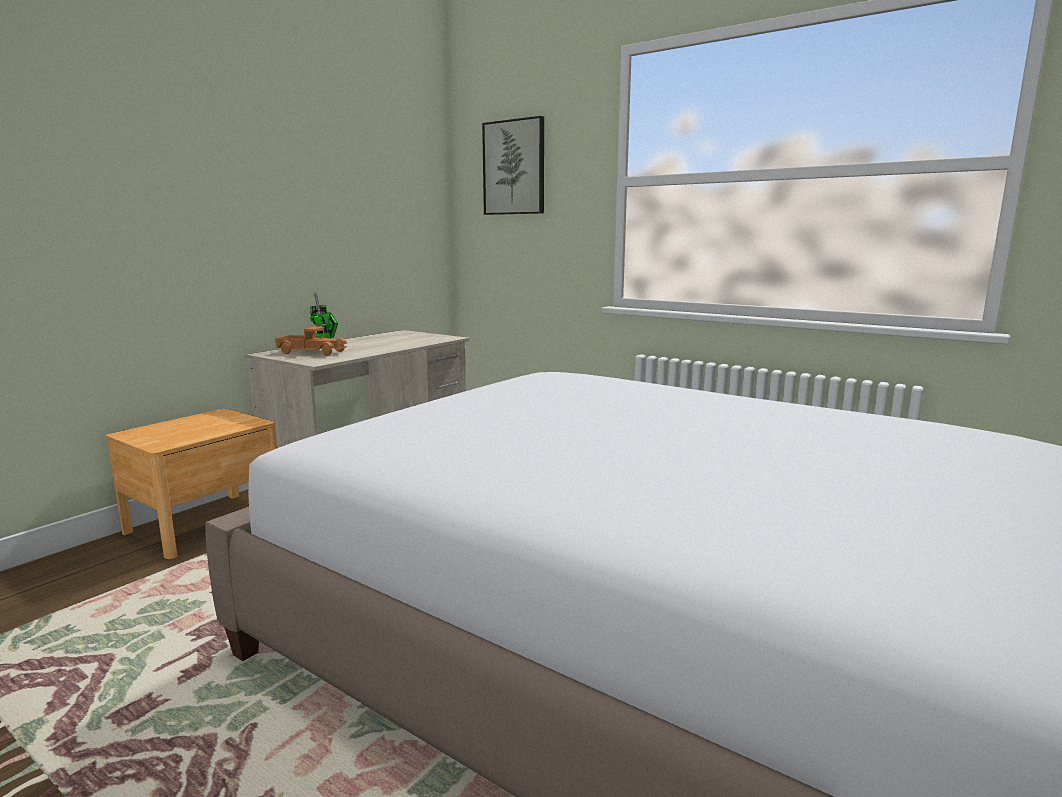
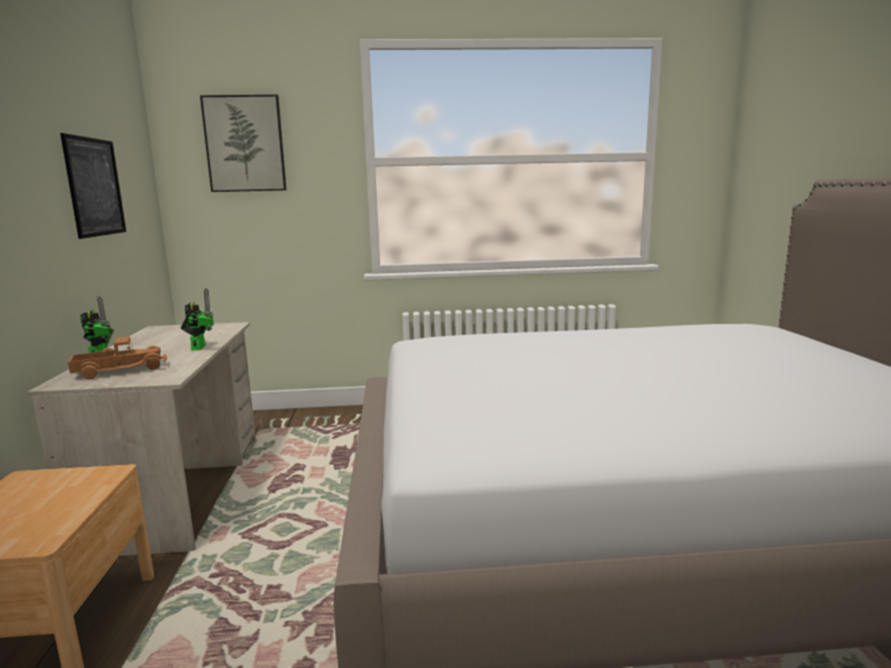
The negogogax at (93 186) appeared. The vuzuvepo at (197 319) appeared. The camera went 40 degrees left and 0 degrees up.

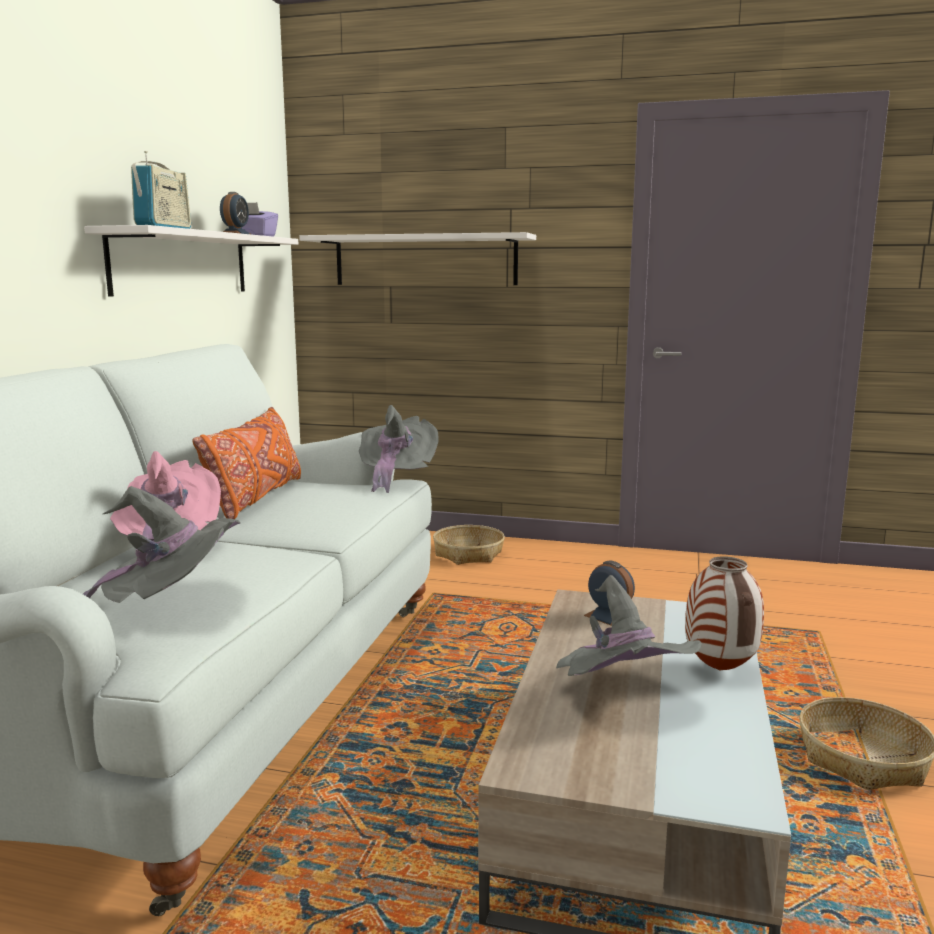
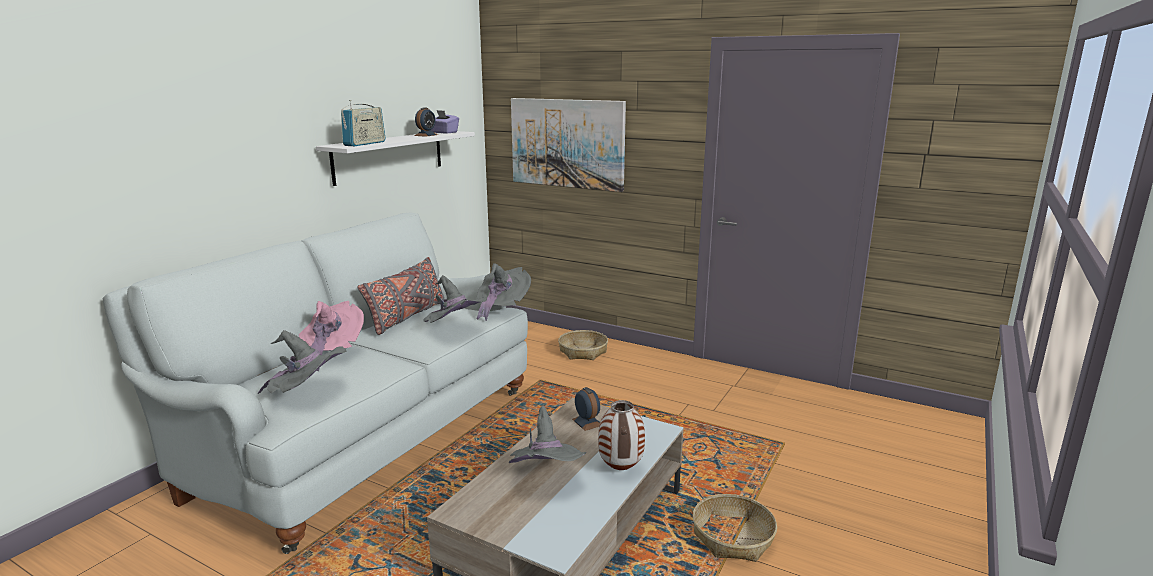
The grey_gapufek at (455 299) appeared. The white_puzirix at (417 258) was replaced by the negogogax at (568 145). The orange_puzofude at (246 463) became the grey_puzofude at (401 296). The camera went 15 degrees right and 5 degrees up.

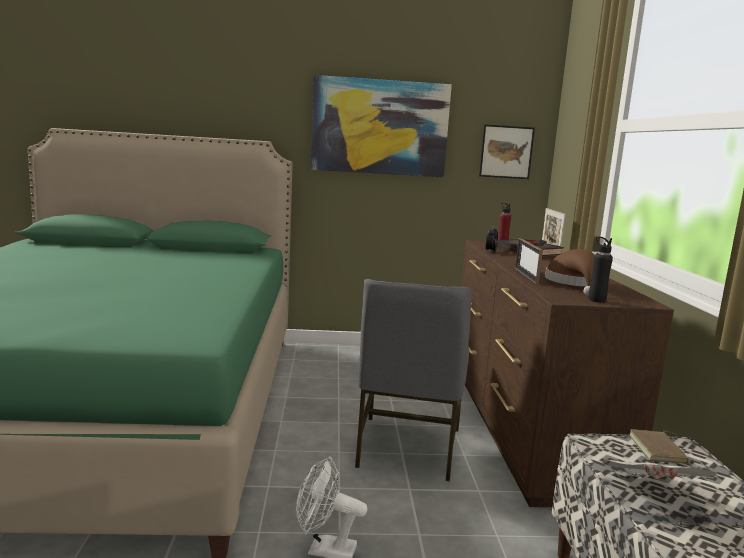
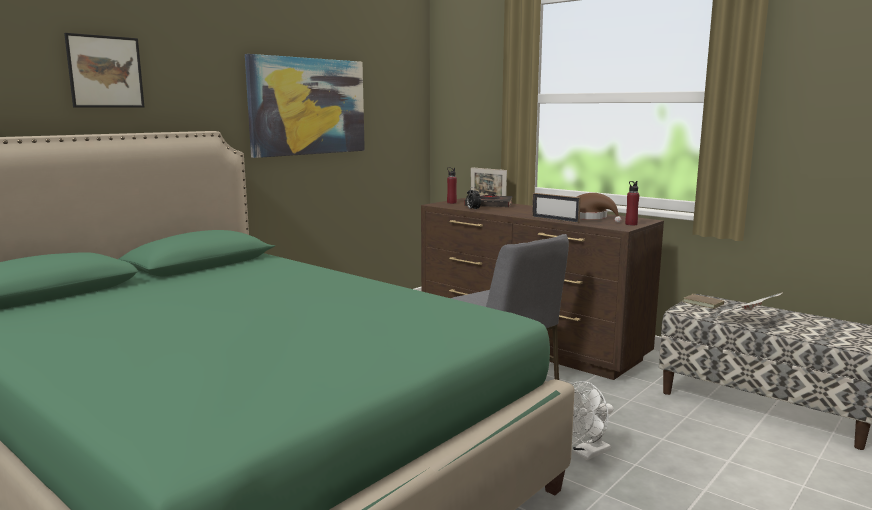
The negogogax moved from (507 151) to (104 70). The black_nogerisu at (600 270) became the red_nogerisu at (632 203). The camera went 45 degrees left and 0 degrees up.

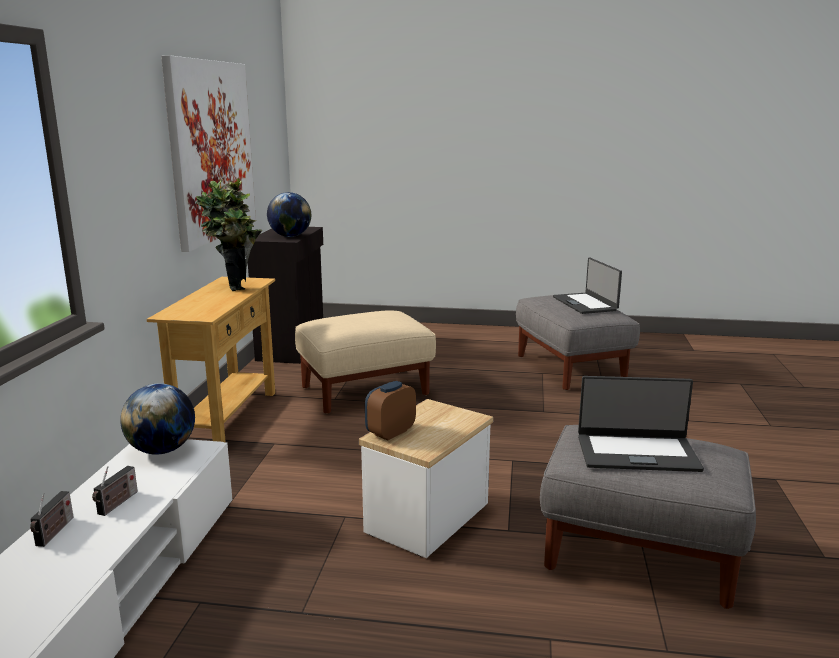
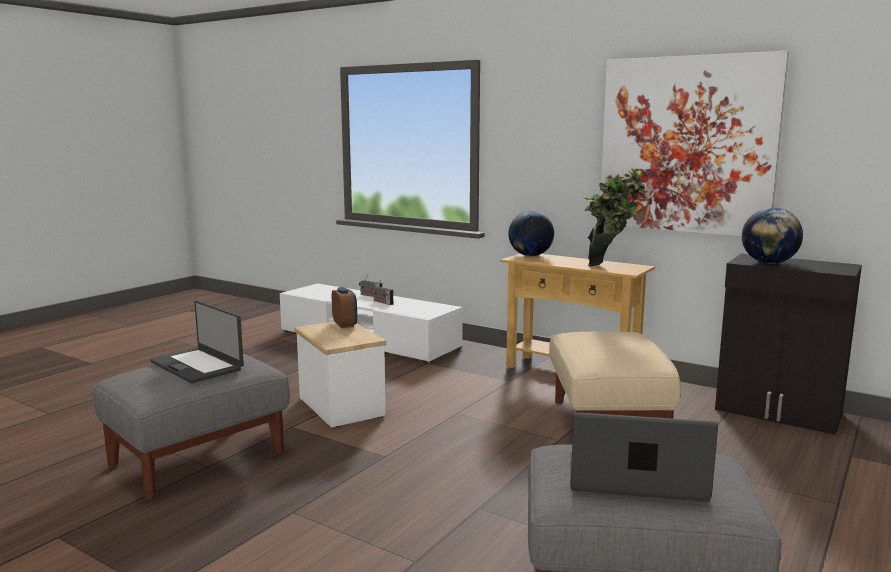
The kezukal moved from (157 419) to (531 233). The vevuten at (641 424) turned 75 degrees counterclockwise. The camera went 115 degrees right and 5 degrees down.

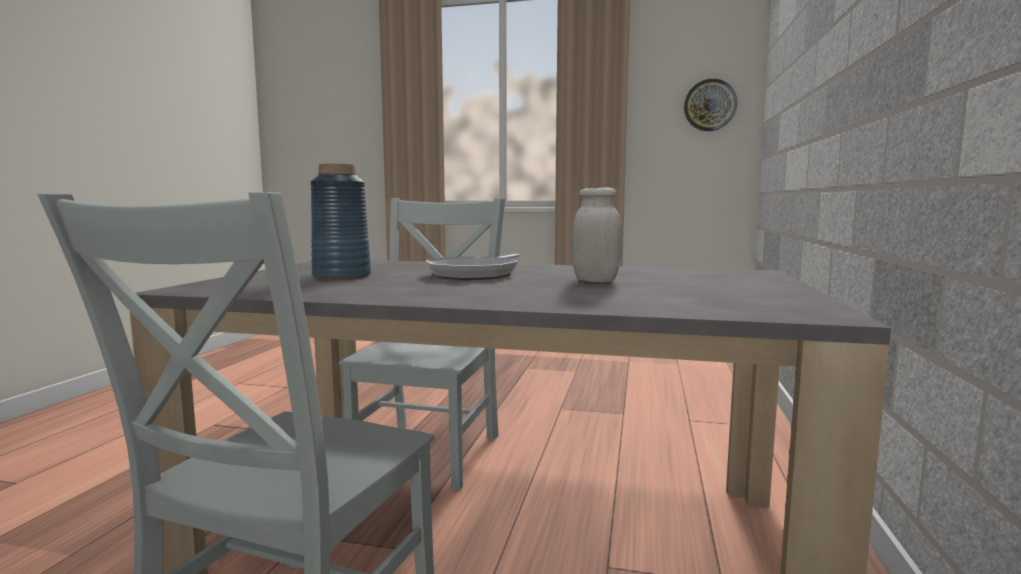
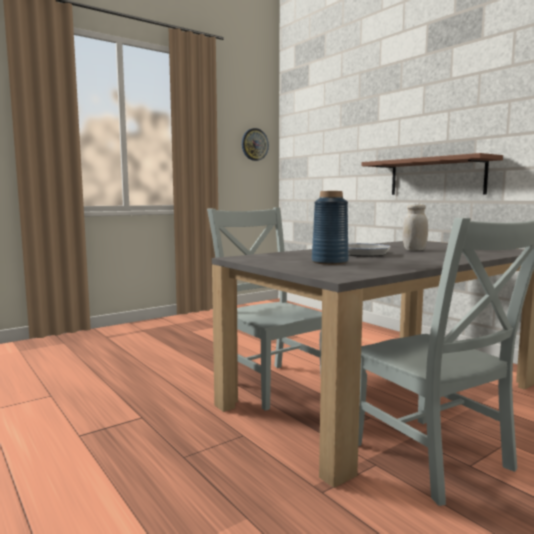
The brown_puzirix at (432 174) appeared. The camera went 50 degrees left and 0 degrees up.

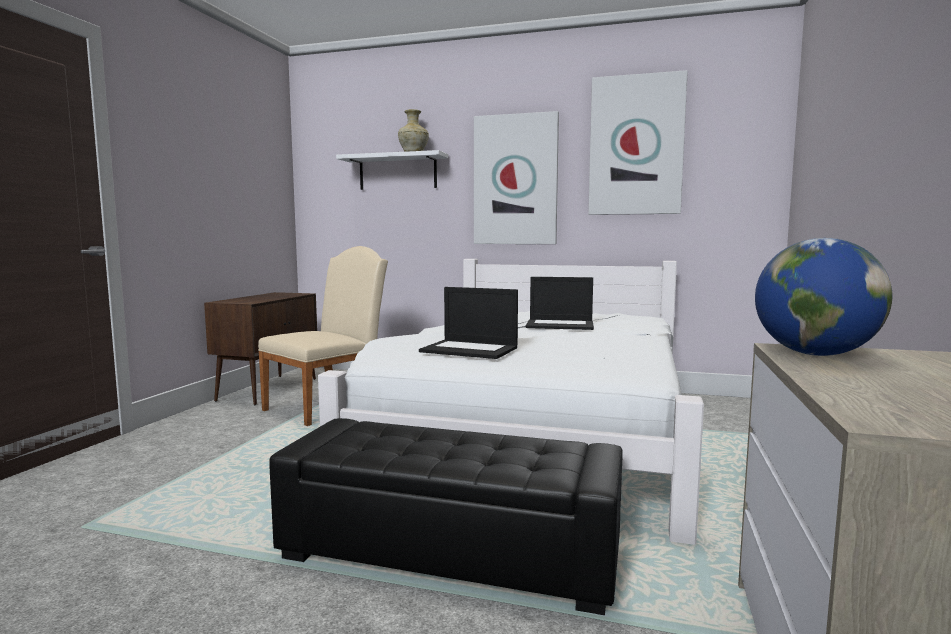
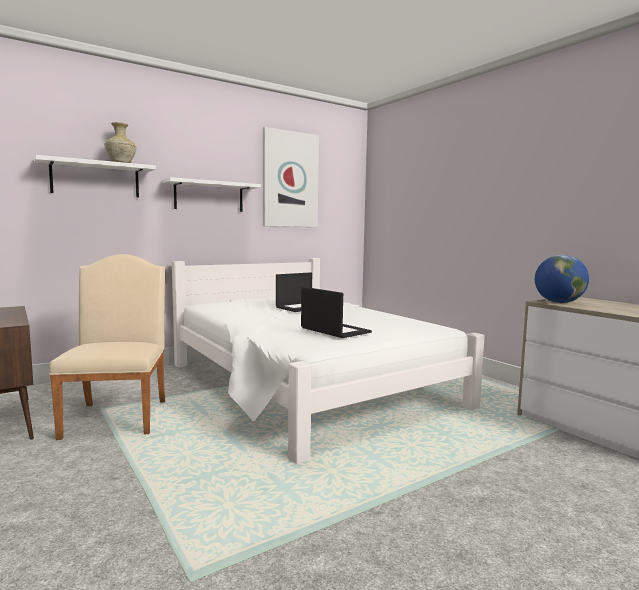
The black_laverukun at (446 516) disappeared. The negogogax at (516 177) was replaced by the white_puzirix at (212 194). The vevuten at (468 323) turned 105 degrees counterclockwise. The camera went 50 degrees left and 0 degrees up.

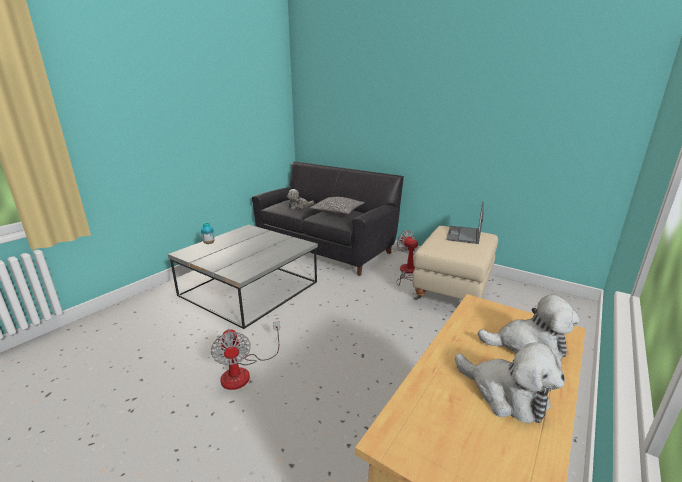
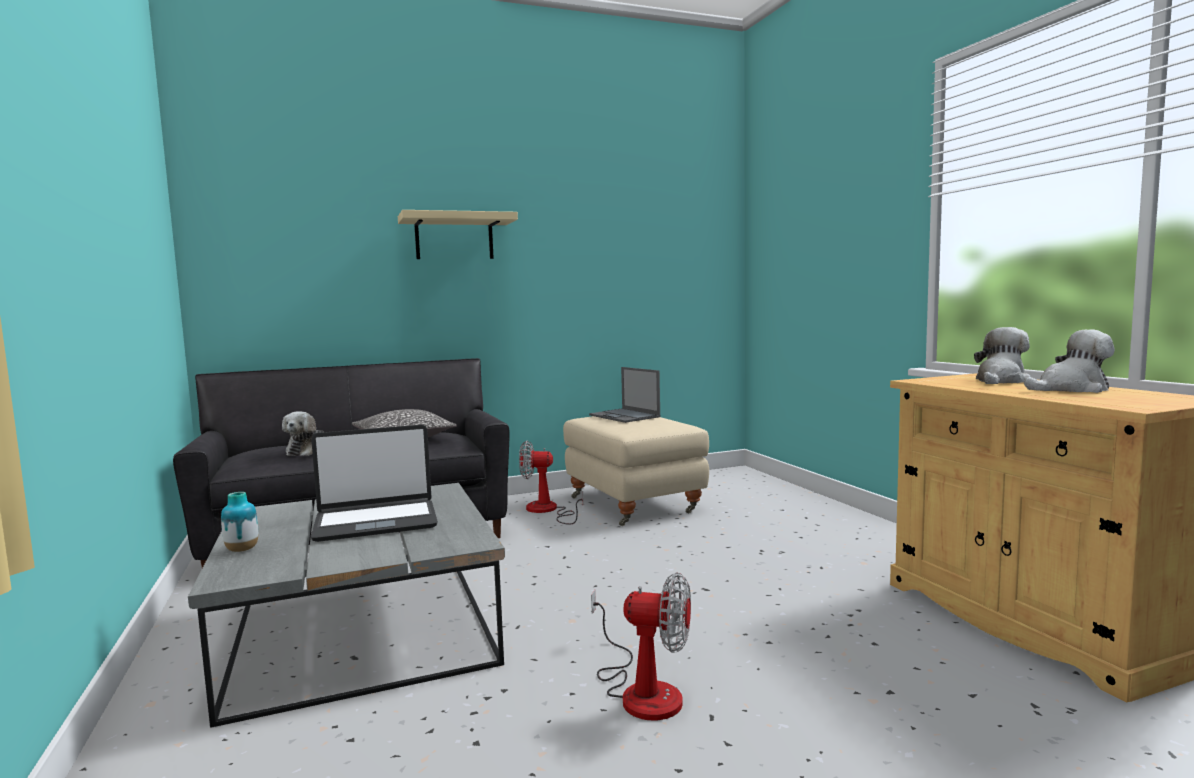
The vevuten at (374 483) appeared. The beige_puzirix at (458 234) appeared. The camera went 55 degrees left and 15 degrees down.

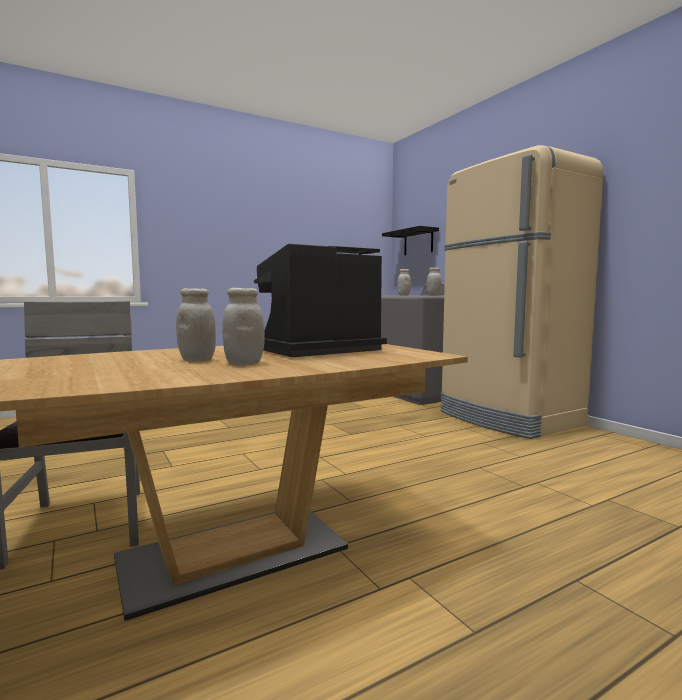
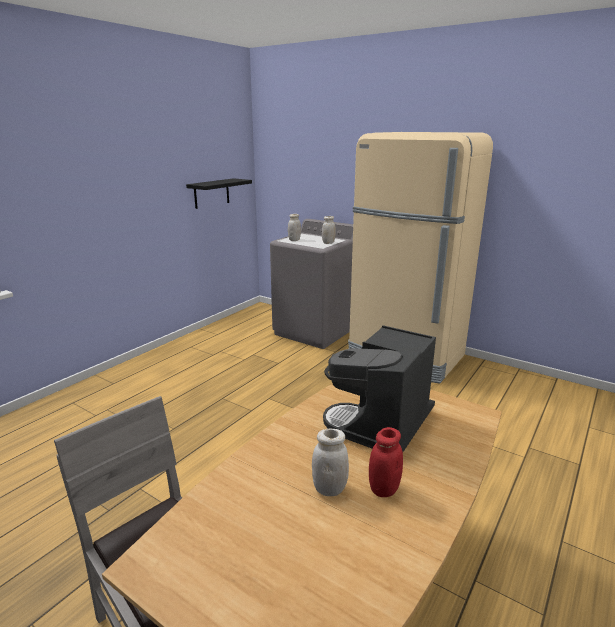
The black_puzirix at (410 240) disappeared. The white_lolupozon at (243 326) became the red_lolupozon at (386 462). The camera went 25 degrees left and 15 degrees up.

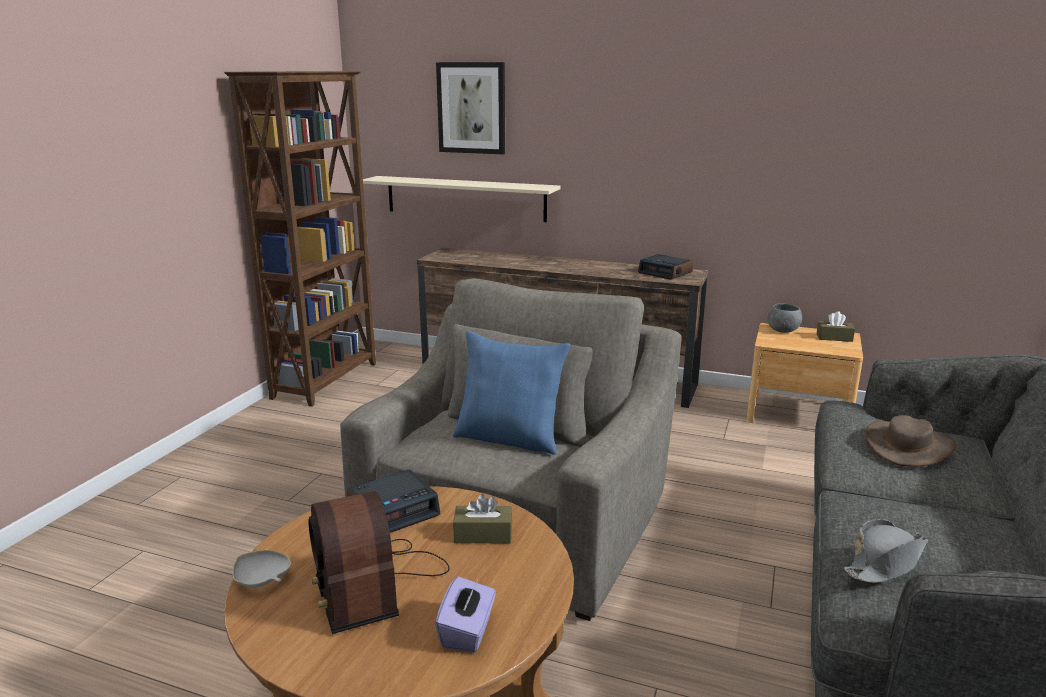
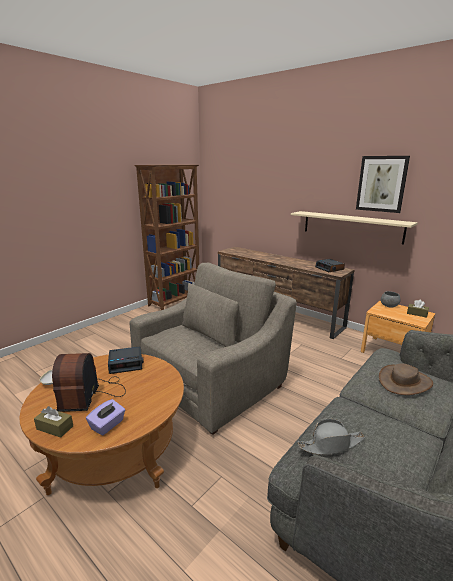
The blue_puzofude at (511 393) disappeared. The beige_puzirix moved from (461 199) to (354 227). The negogogax moved from (470 108) to (383 184). The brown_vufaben moved from (482 518) to (53 422). The camera went 20 degrees right and 0 degrees up.

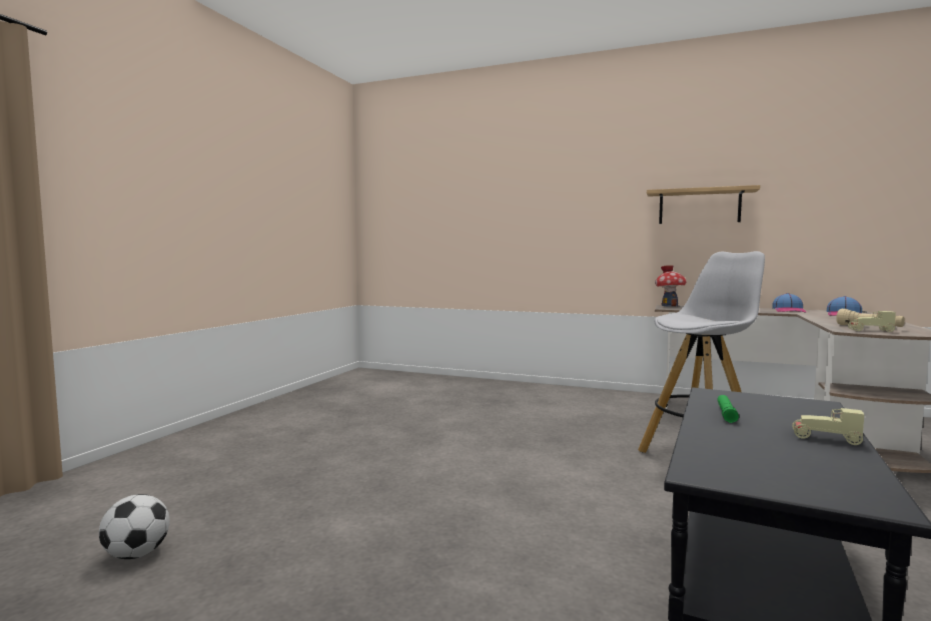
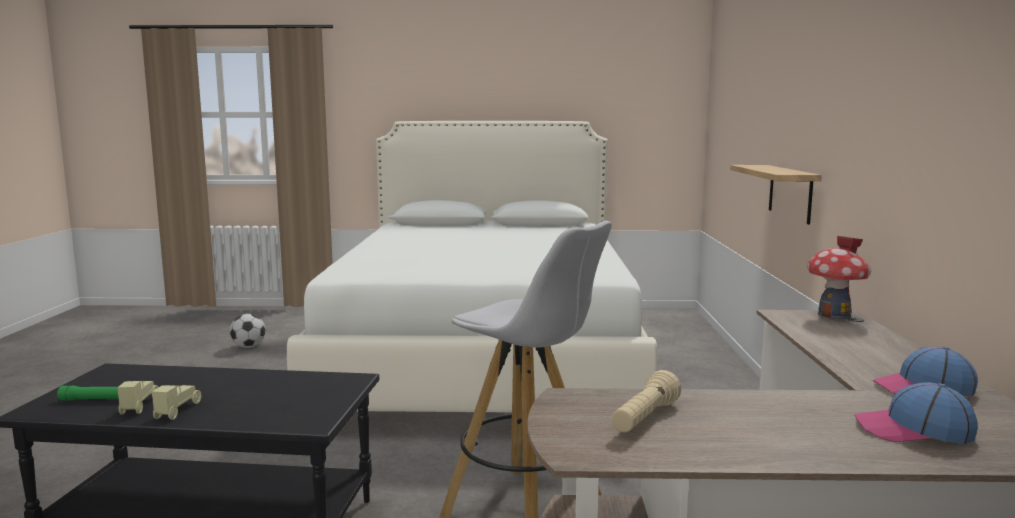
The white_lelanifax at (472 266) appeared. The puzirix moved from (703 204) to (776 195). The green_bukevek moved from (728 409) to (88 393). The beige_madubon moved from (872 321) to (138 398). The camera went 70 degrees right and 5 degrees up.

